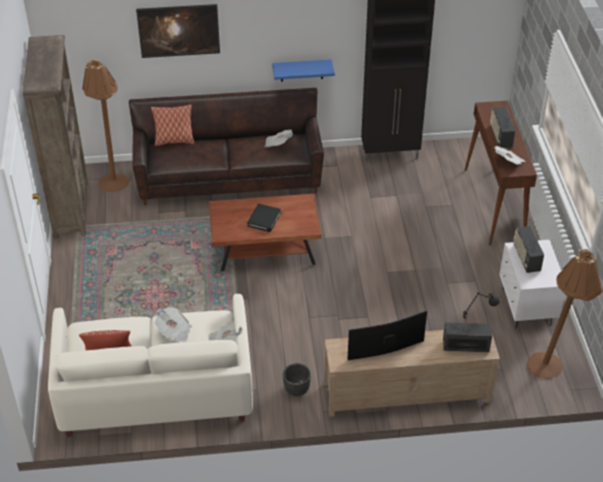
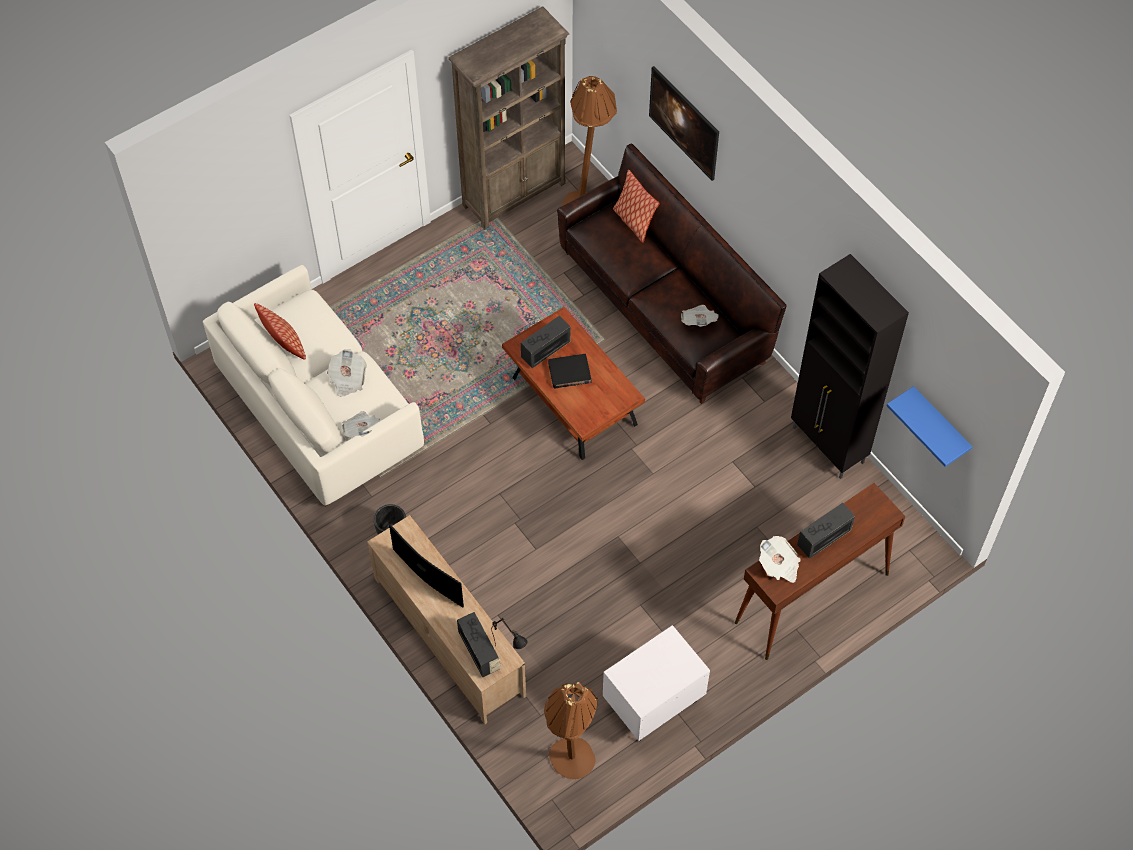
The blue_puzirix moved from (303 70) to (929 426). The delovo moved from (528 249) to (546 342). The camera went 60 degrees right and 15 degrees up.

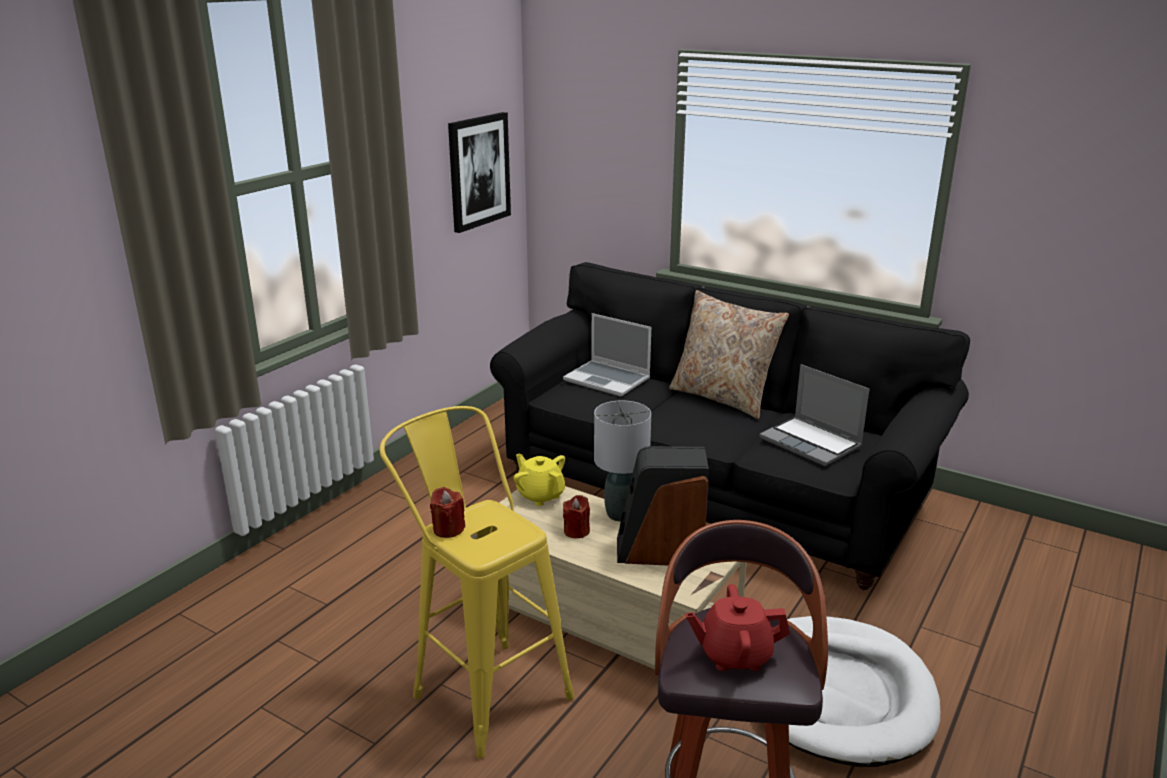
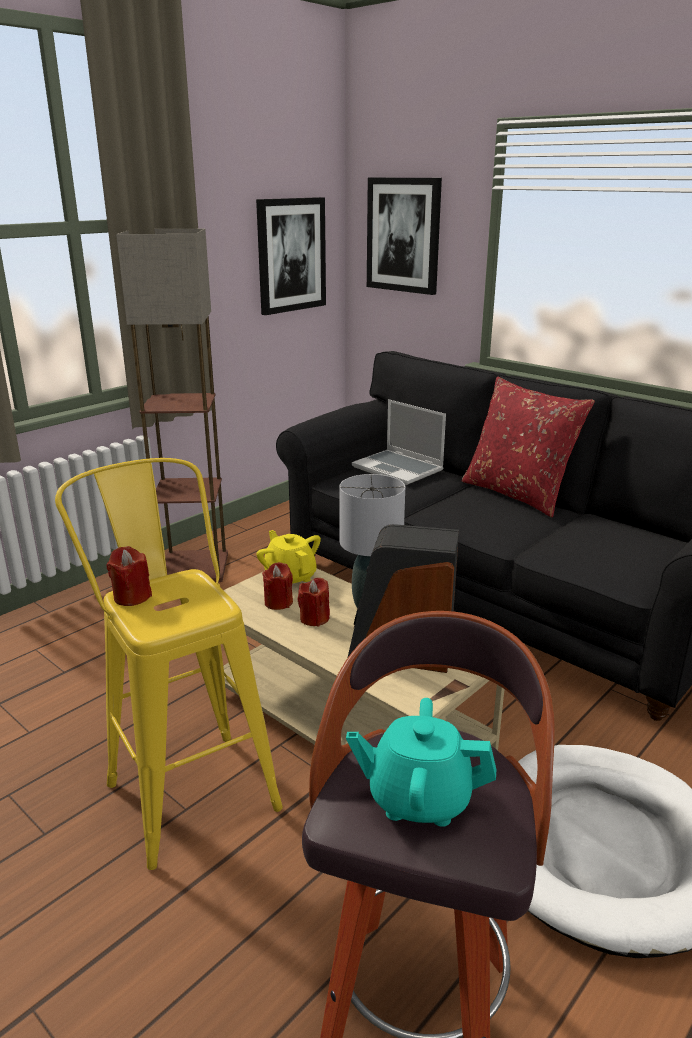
The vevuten at (814 415) disappeared. The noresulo at (172 405) appeared. The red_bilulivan at (277 586) appeared. The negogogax at (404 236) appeared. The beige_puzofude at (729 354) became the red_puzofude at (528 446). The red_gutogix at (738 627) became the turquoise_gutogix at (421 762). The camera went 10 degrees right and 0 degrees up.

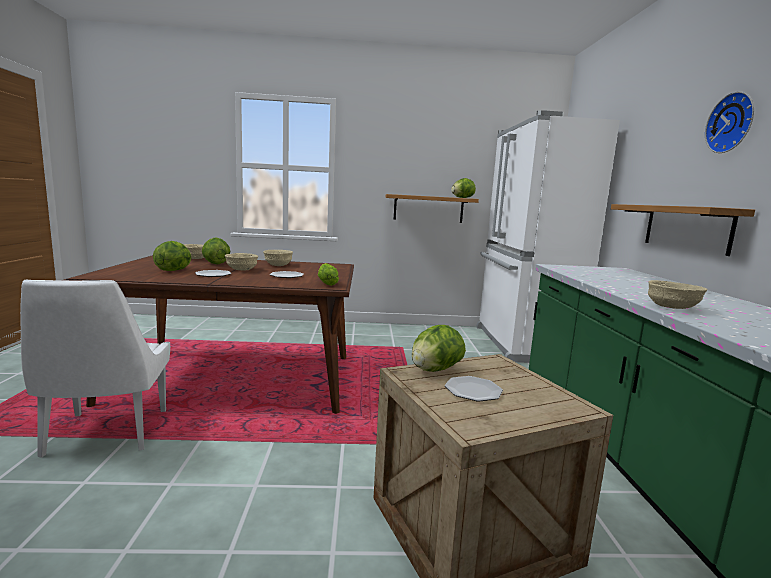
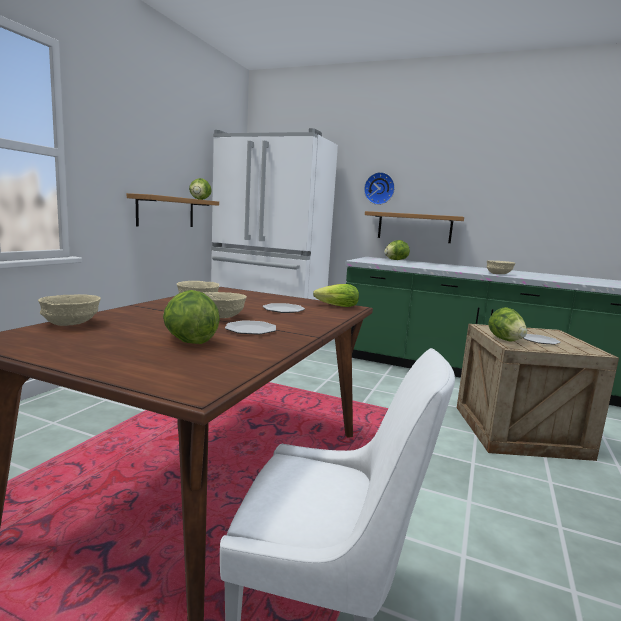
The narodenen moved from (216 250) to (397 250). The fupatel moved from (729 122) to (379 188). The camera went 65 degrees left and 0 degrees up.

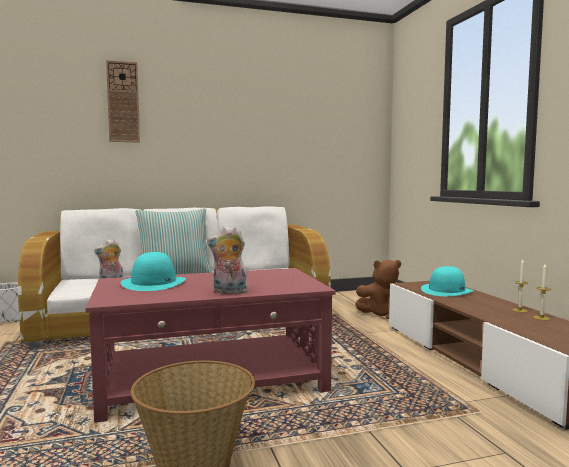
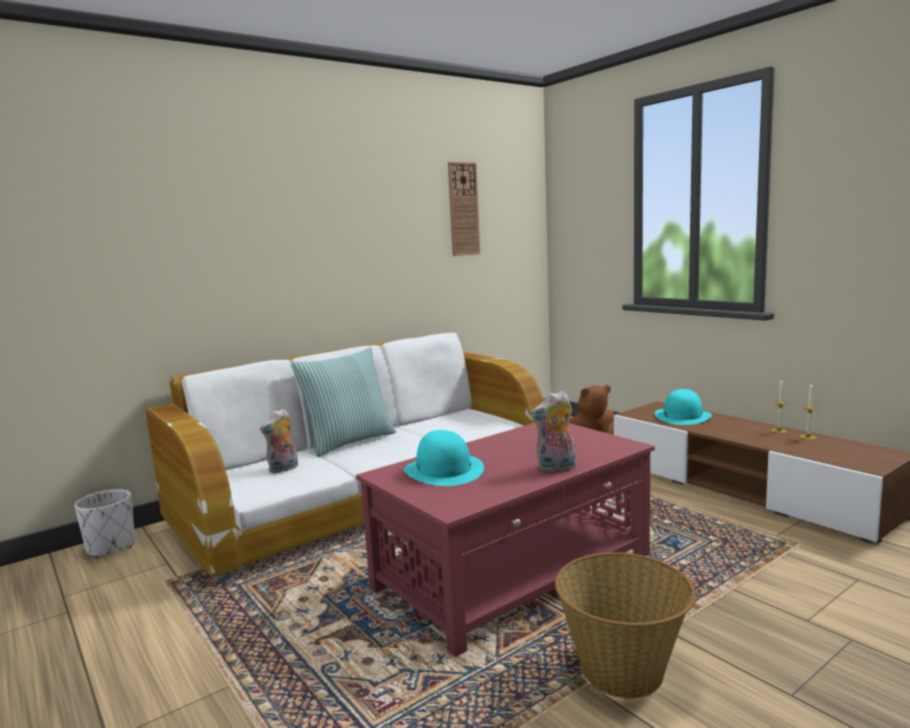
The fupatel moved from (123 101) to (464 209). The camera went 20 degrees left and 5 degrees up.

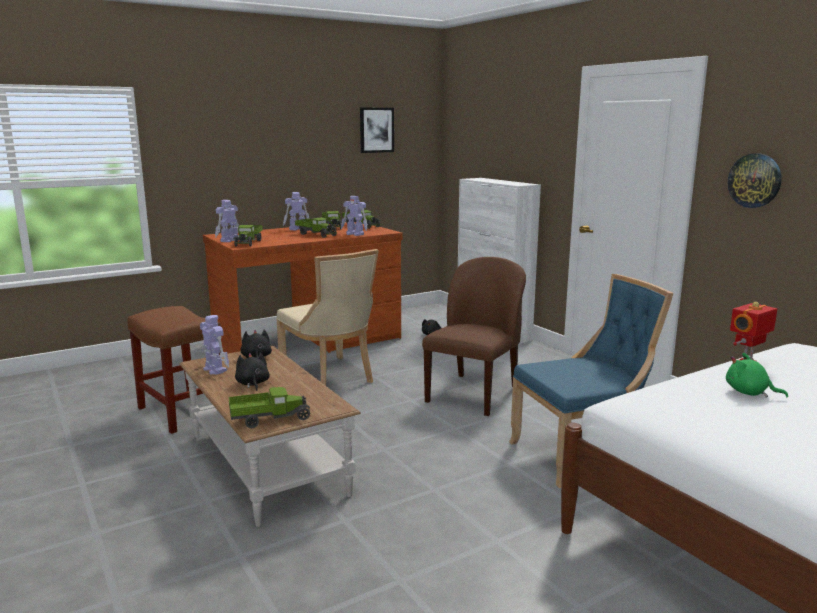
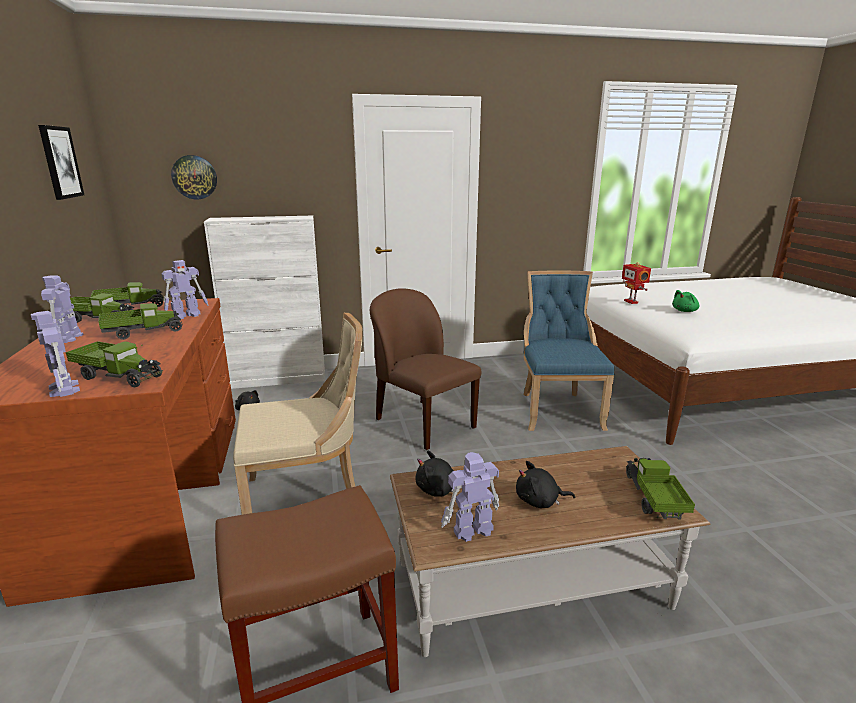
The fupatel moved from (755 180) to (194 177). The camera went 70 degrees left and 5 degrees up.

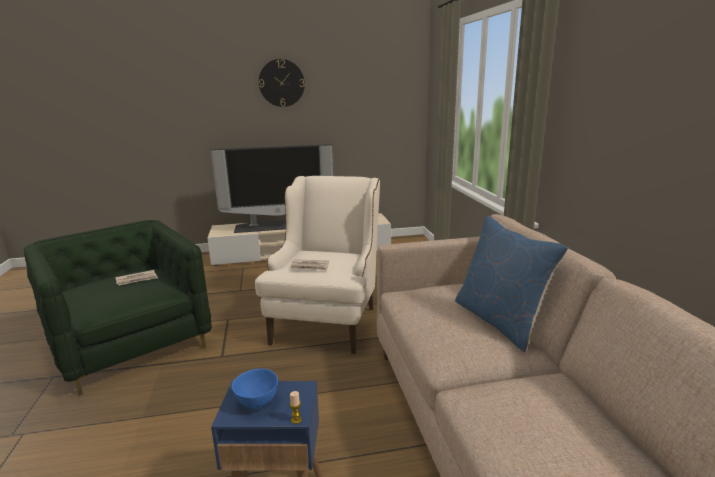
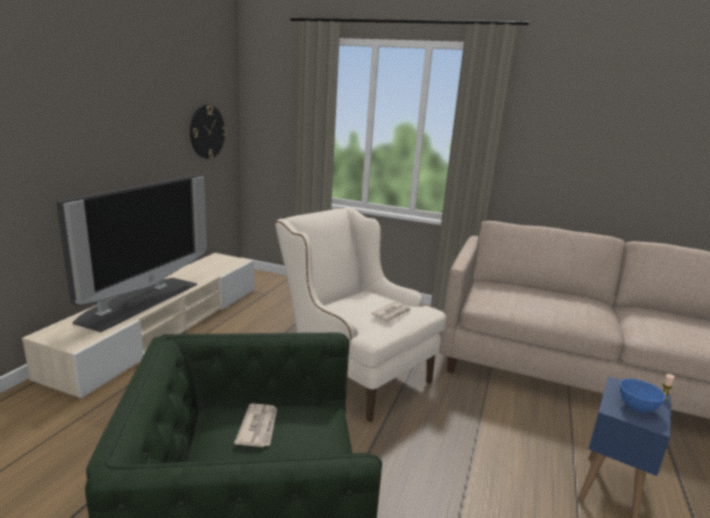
The blue_puzofude at (511 284) disappeared. The fupatel moved from (282 83) to (208 131). The camera went 60 degrees left and 0 degrees up.

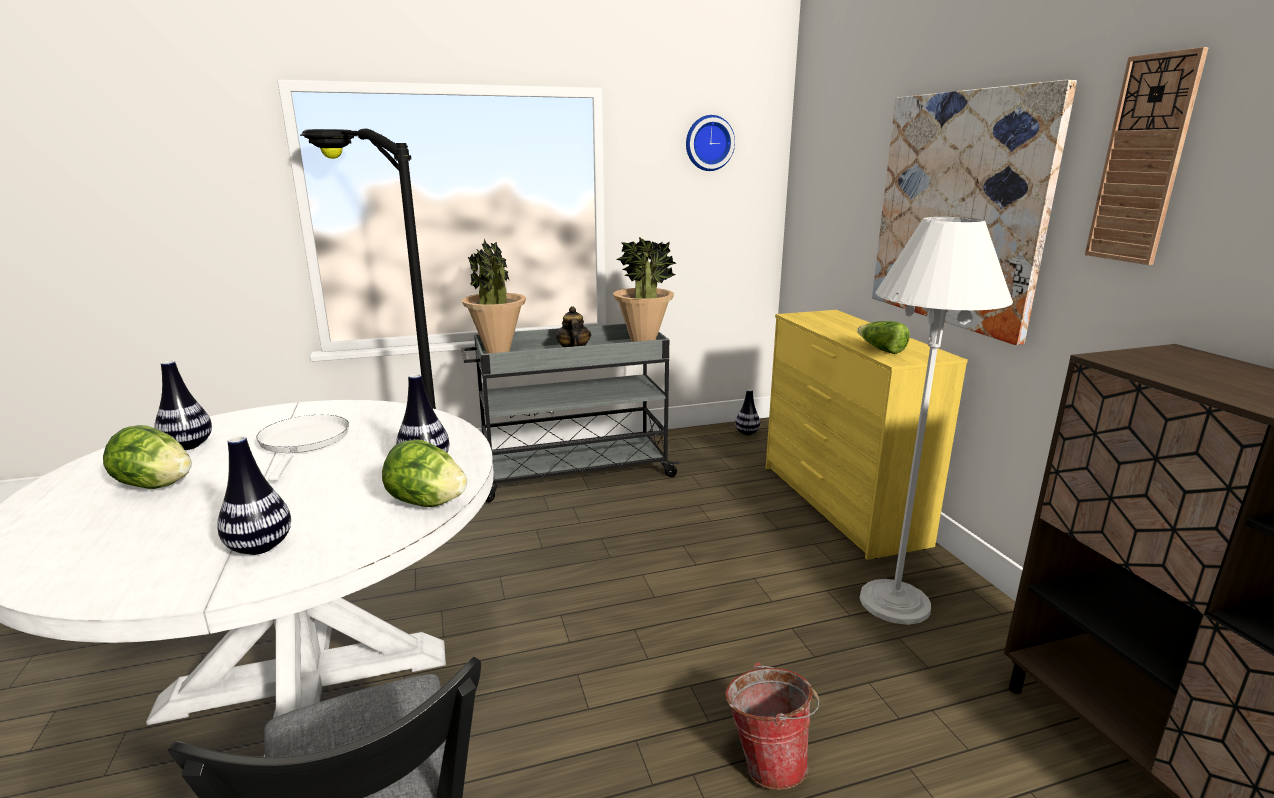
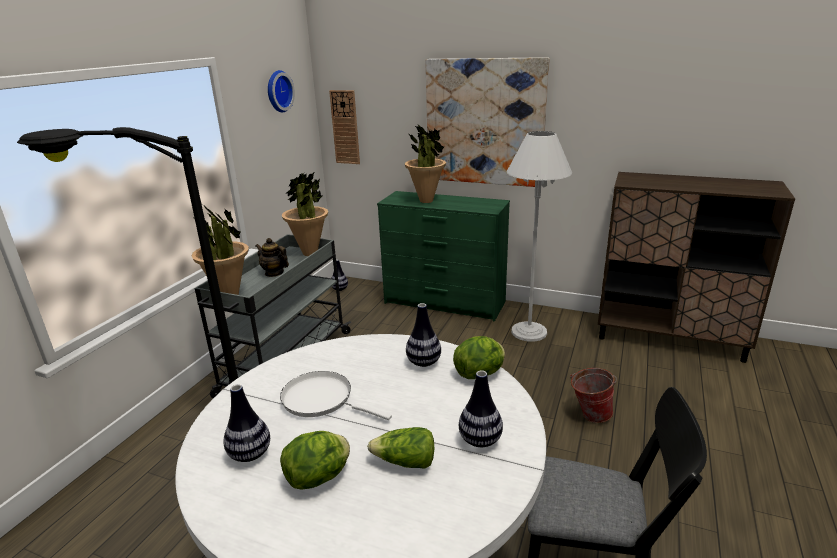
The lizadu at (425 164) appeared. The narodenen moved from (883 337) to (401 448). The fupatel moved from (1147 156) to (344 127). The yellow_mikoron at (867 435) became the green_mikoron at (443 256). The camera went 50 degrees left and 5 degrees up.

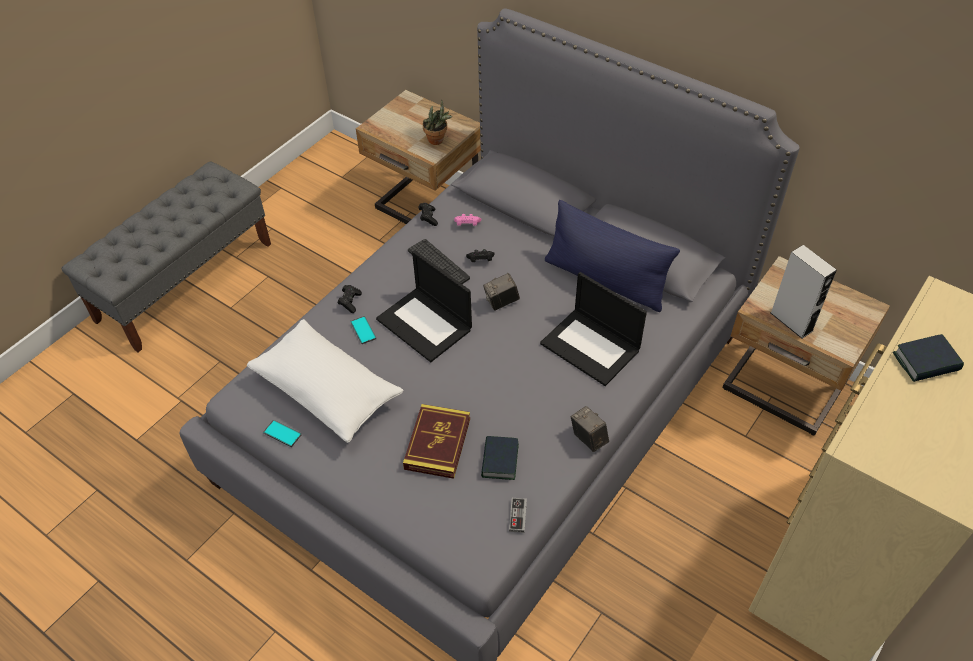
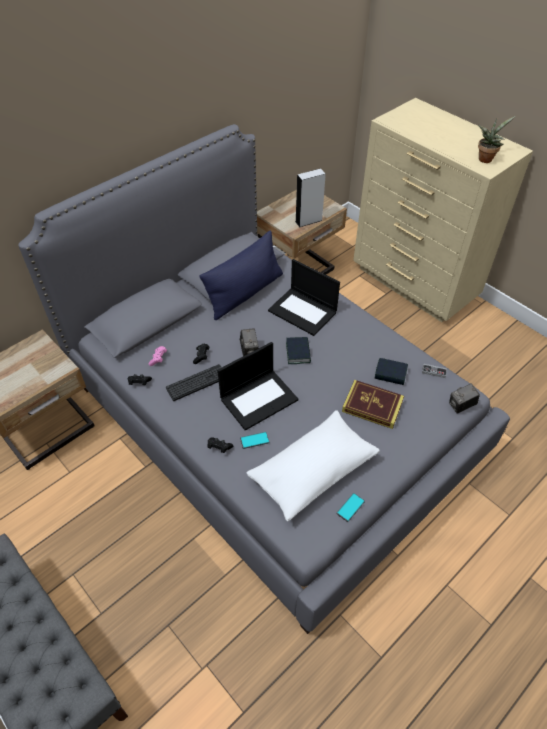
The lizadu moved from (437 122) to (496 139). The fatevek moved from (590 429) to (464 398). The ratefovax moved from (928 358) to (298 350). The vevuten at (593 329) turned 75 degrees clockwise. The camera went 80 degrees left and 0 degrees up.

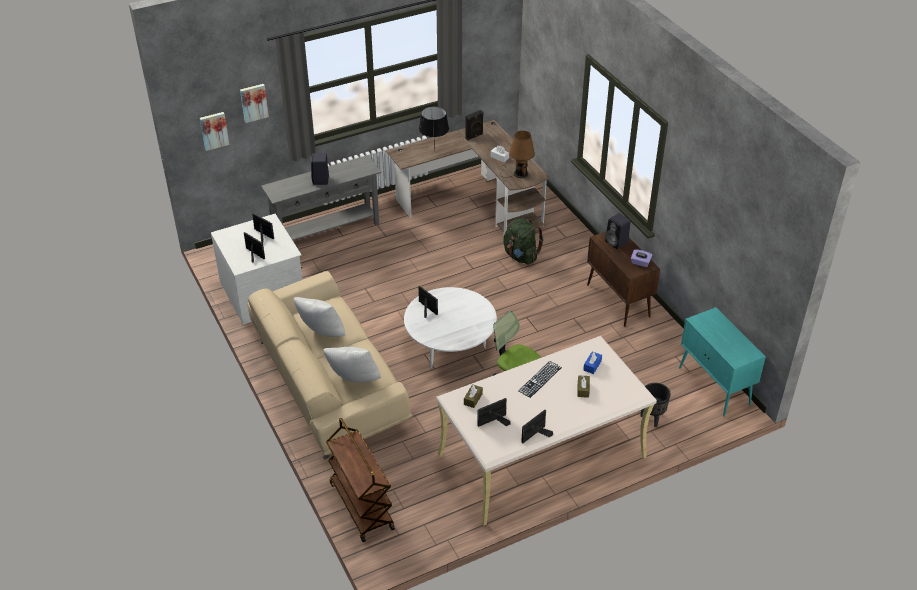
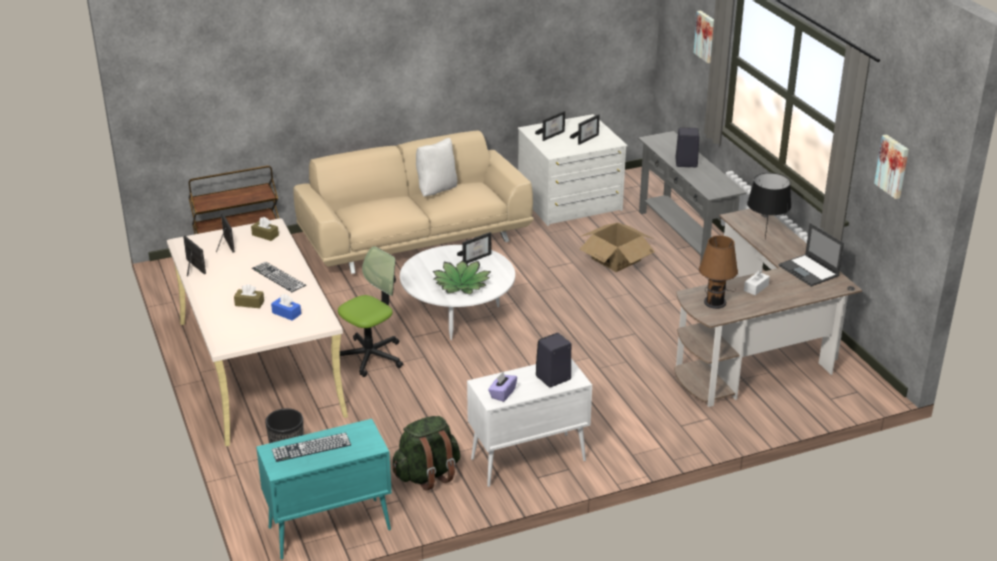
The white_puzofude at (352 364) disappeared. The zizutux at (311 447) appeared. The lizadu at (462 277) appeared. The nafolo at (617 247) appeared. The negogogax moved from (215 131) to (891 166). The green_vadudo moved from (523 241) to (426 453). The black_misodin at (474 125) was replaced by the vevuten at (811 255). The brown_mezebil at (623 279) became the white_mezebil at (529 422). The camera went 95 degrees right and 10 degrees down.

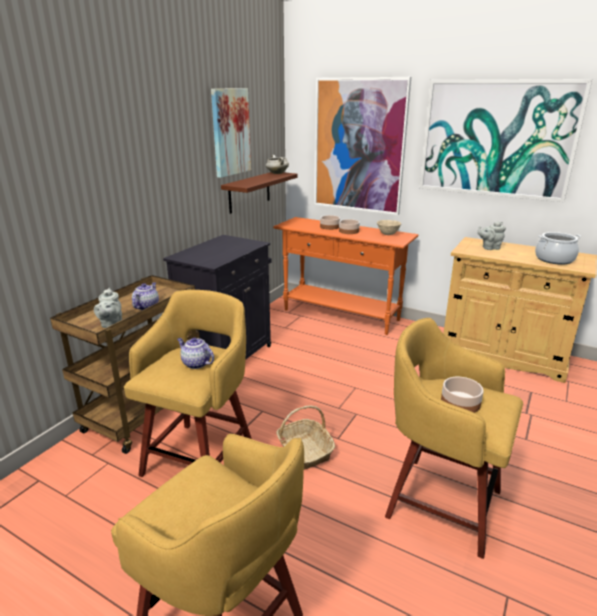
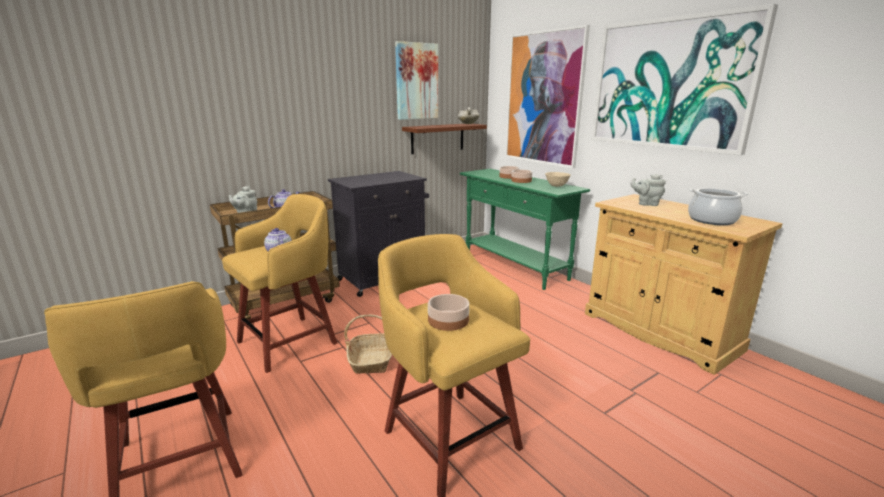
The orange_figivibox at (346 276) became the green_figivibox at (525 229). The camera went 25 degrees right and 5 degrees down.

